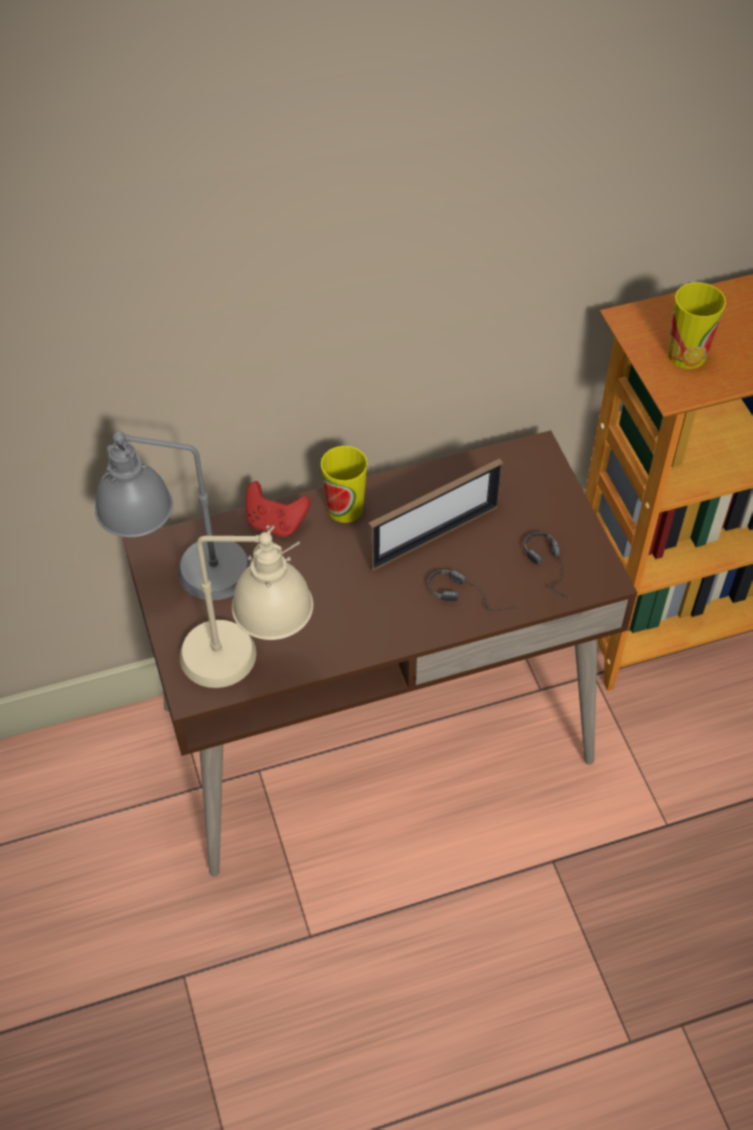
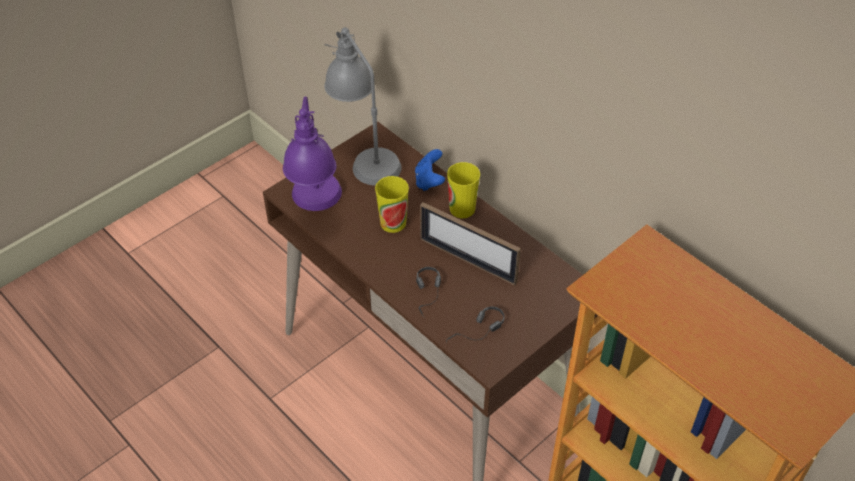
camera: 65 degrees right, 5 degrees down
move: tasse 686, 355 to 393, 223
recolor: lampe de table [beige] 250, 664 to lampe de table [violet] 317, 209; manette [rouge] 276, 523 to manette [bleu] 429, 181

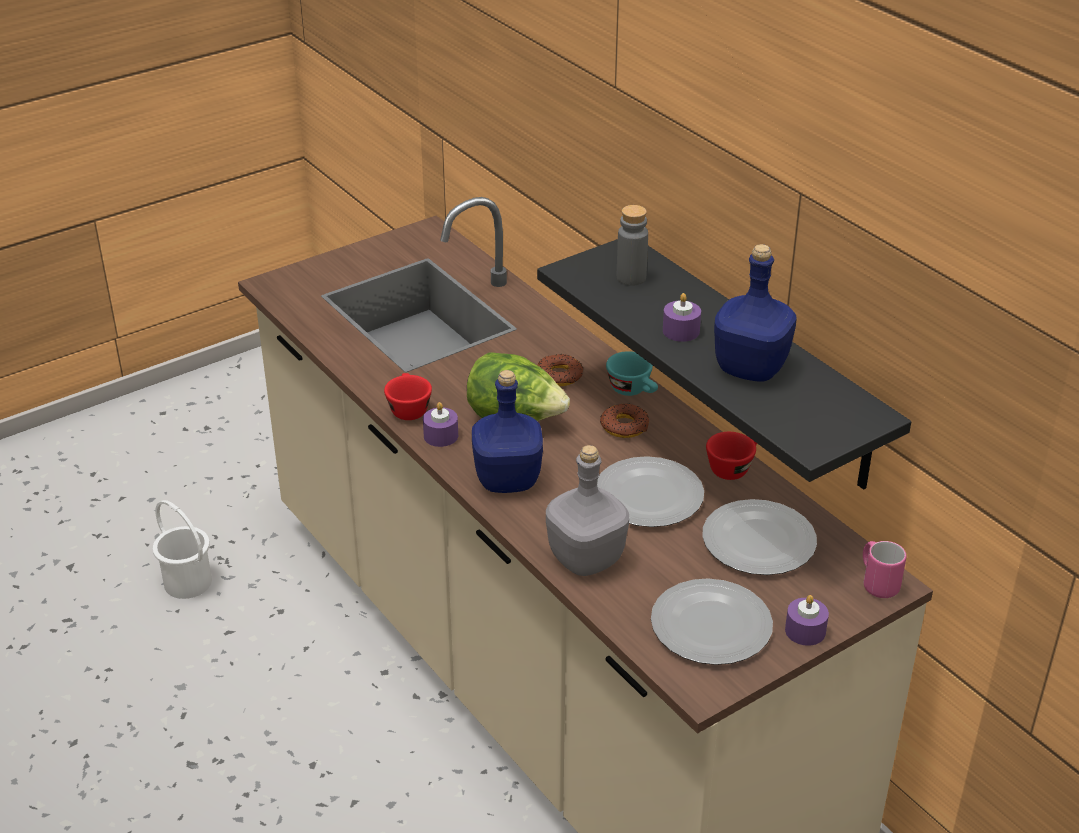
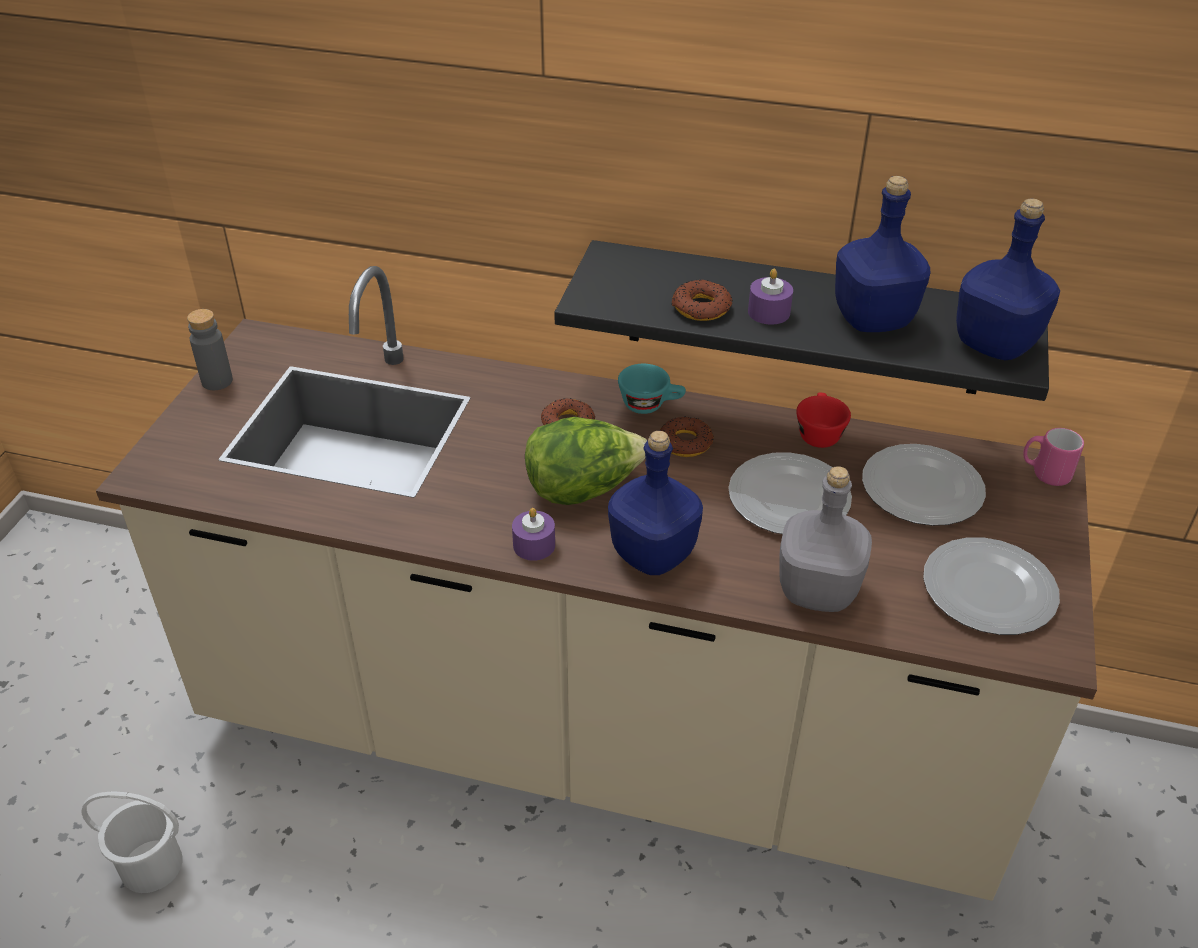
camera: 40 degrees left, 5 degrees up
delete: tasse [rouge] 408, 408; bougie [violet] 805, 631
insert: beignet 701, 307; bouteille [bleu] 996, 344
move: bouteille [gris] 631, 278 to 217, 381

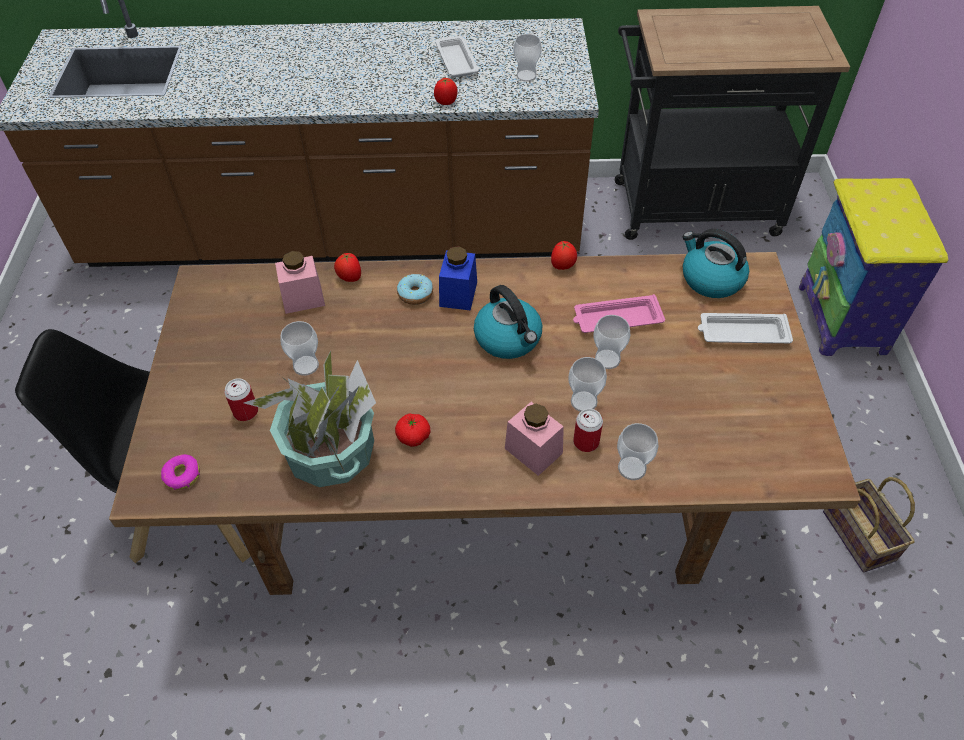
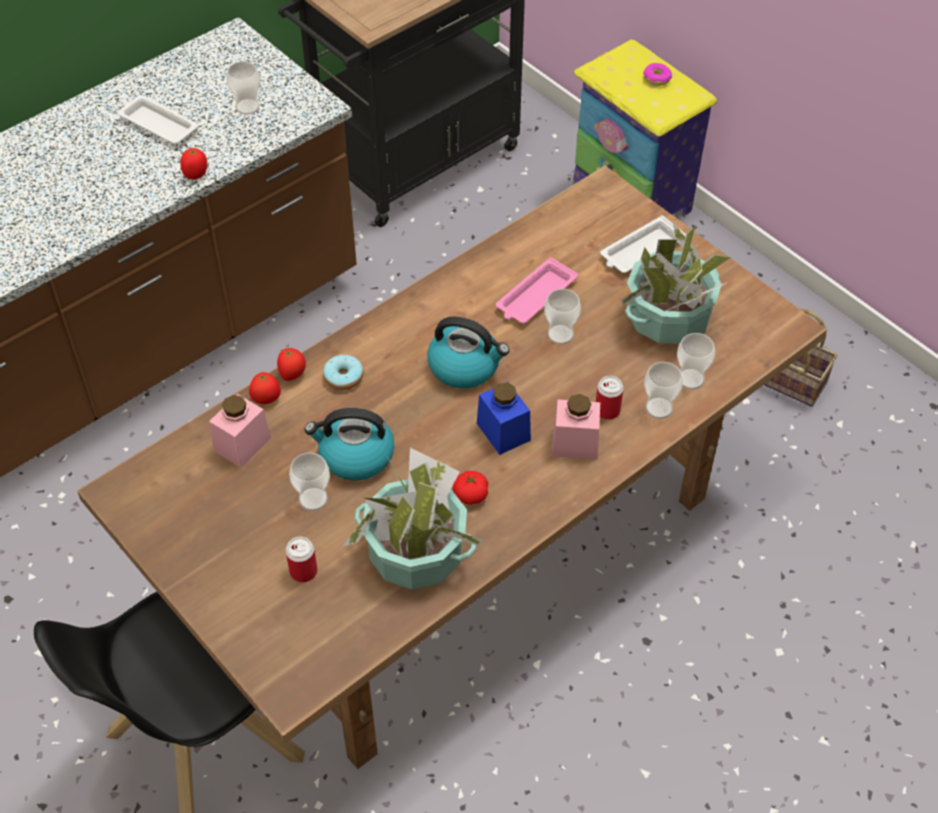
camera: 40 degrees left, 0 degrees up
insert: plante en pot 668, 318
move: tomate 563, 266 to 293, 375; bouilloire 710, 279 to 355, 456; bocal [bleu] 458, 294 to 503, 431; beignet 182, 476 to 657, 78; tasse 584, 401 to 691, 379

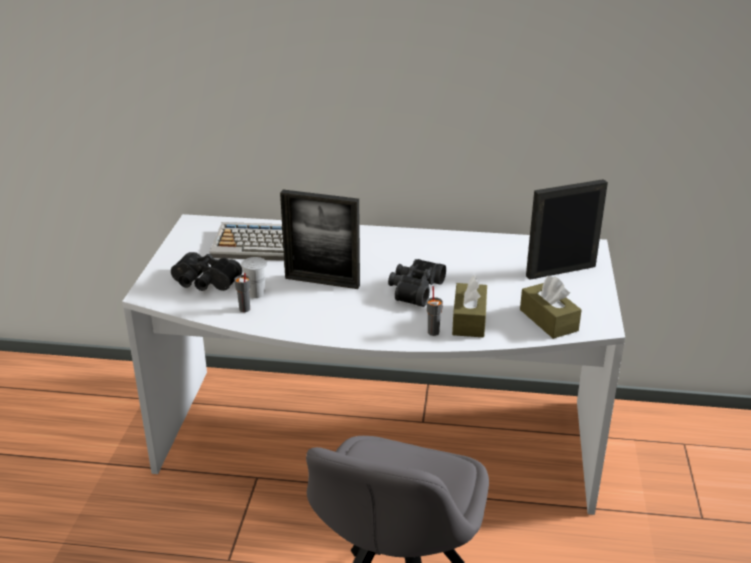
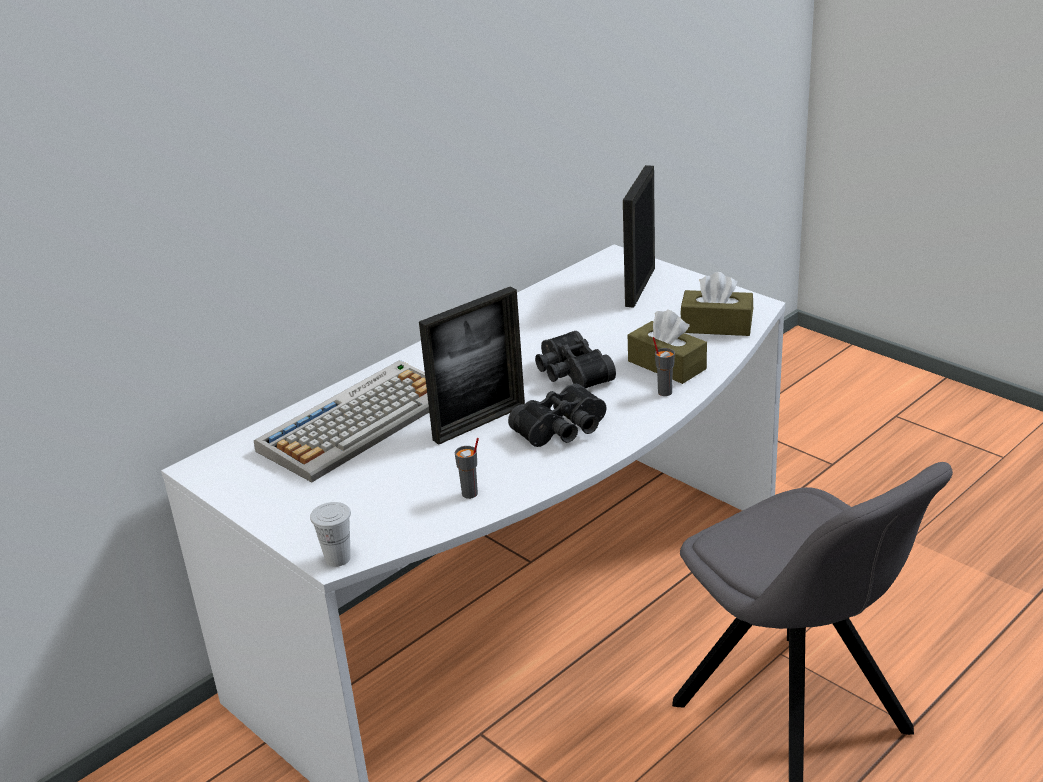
camera: 50 degrees left, 0 degrees up
move: tasse [blanc] 256, 294 to 338, 558; jumelles [noir] 204, 283 to 563, 430

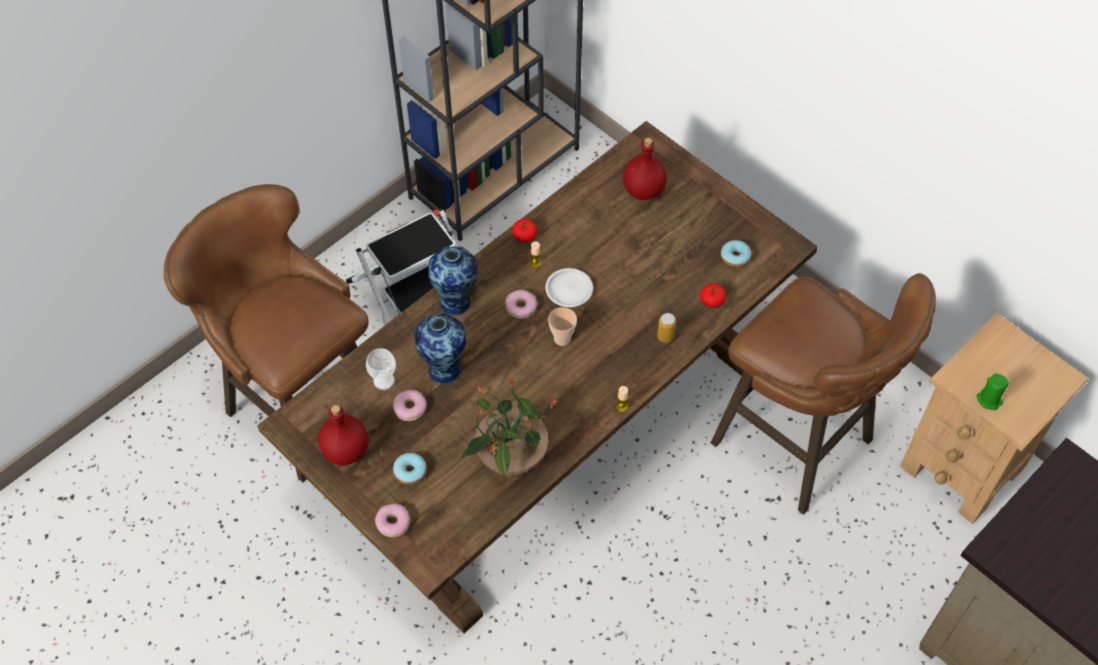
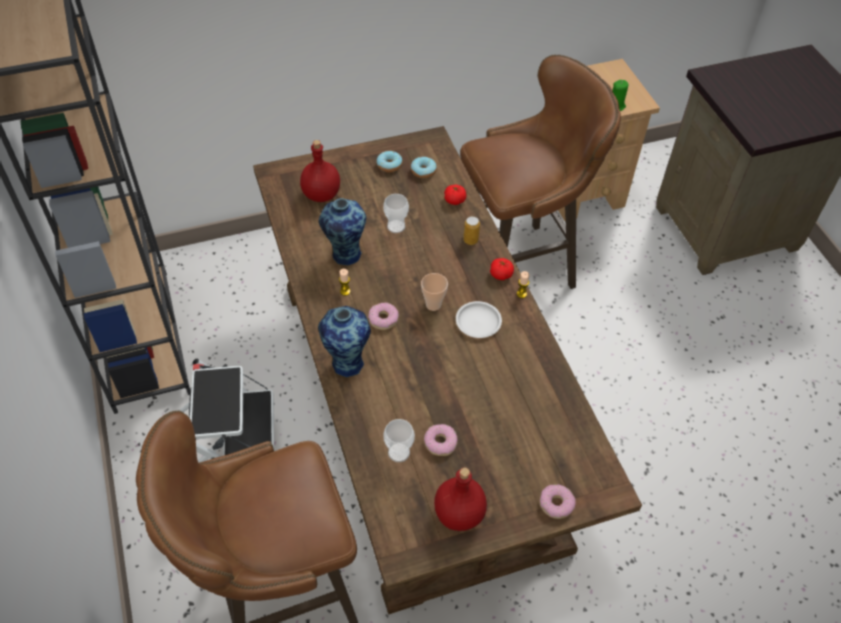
camera: 65 degrees left, 5 degrees down
delete: plante en pot 510, 459
insert: tasse 396, 226
move: vase 443, 368 to 345, 254; beignet 410, 471 to 389, 165; assiette [blanc] 568, 290 to 478, 322; tomate 524, 236 to 501, 274

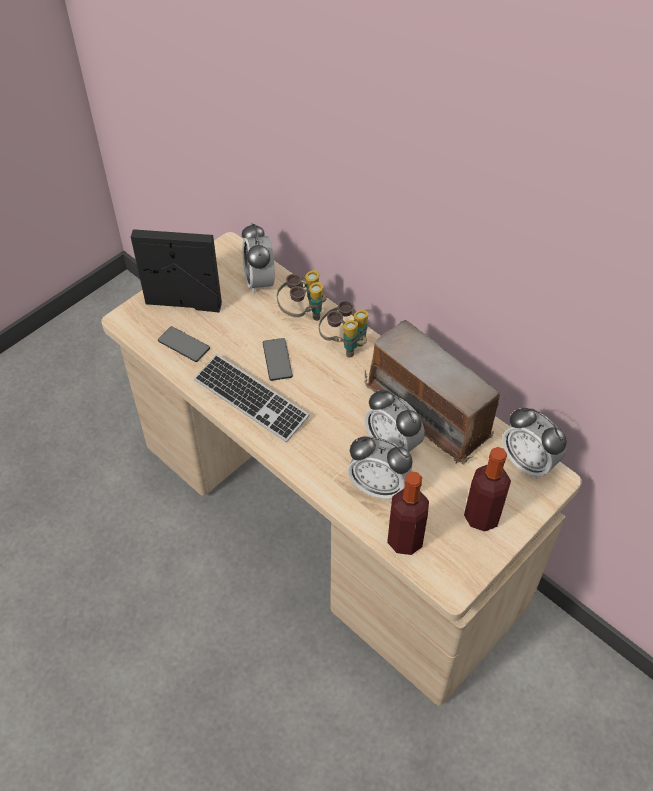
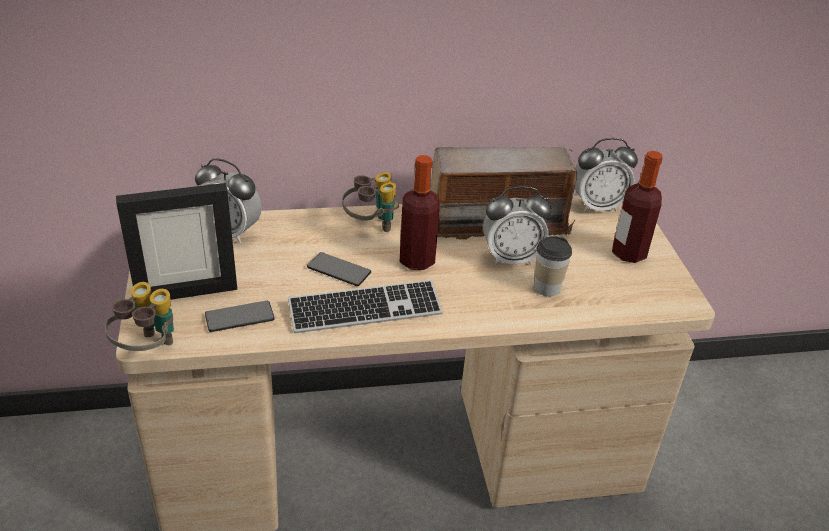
camera: 55 degrees left, 15 degrees down
move: jumelles 302, 314 to 148, 349; bouteille 405, 540 to 417, 260
replace: réveil 378, 486 to tasse 547, 288
rotate: cadre photo 183, 304 = 187, 291 150 degrees counterclockwise

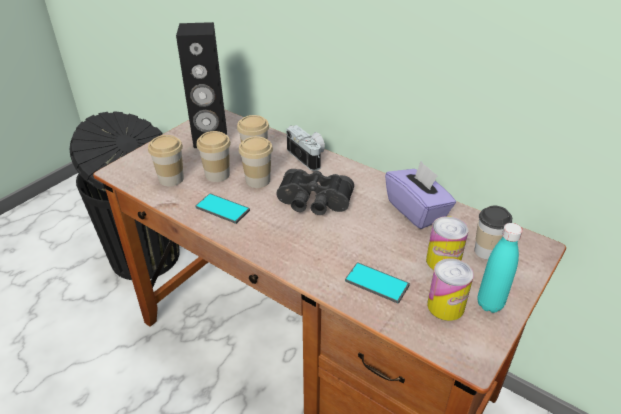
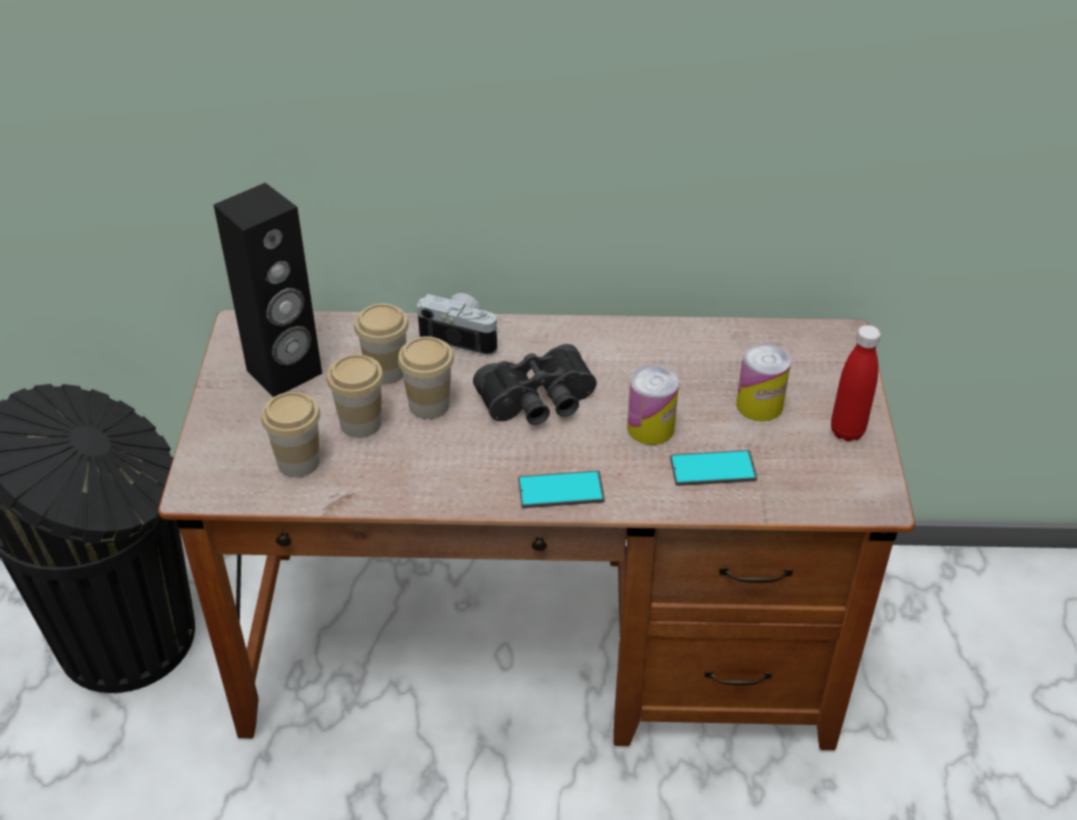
camera: 35 degrees left, 5 degrees up
delete: boîte à mouchoirs [violet] 417, 210; tasse 486, 251
move: téléphone 222, 209 to 561, 490; boîte métallique 445, 306 to 650, 428
recolor: bouteille [turquoise] 490, 304 to bouteille [rouge] 847, 431

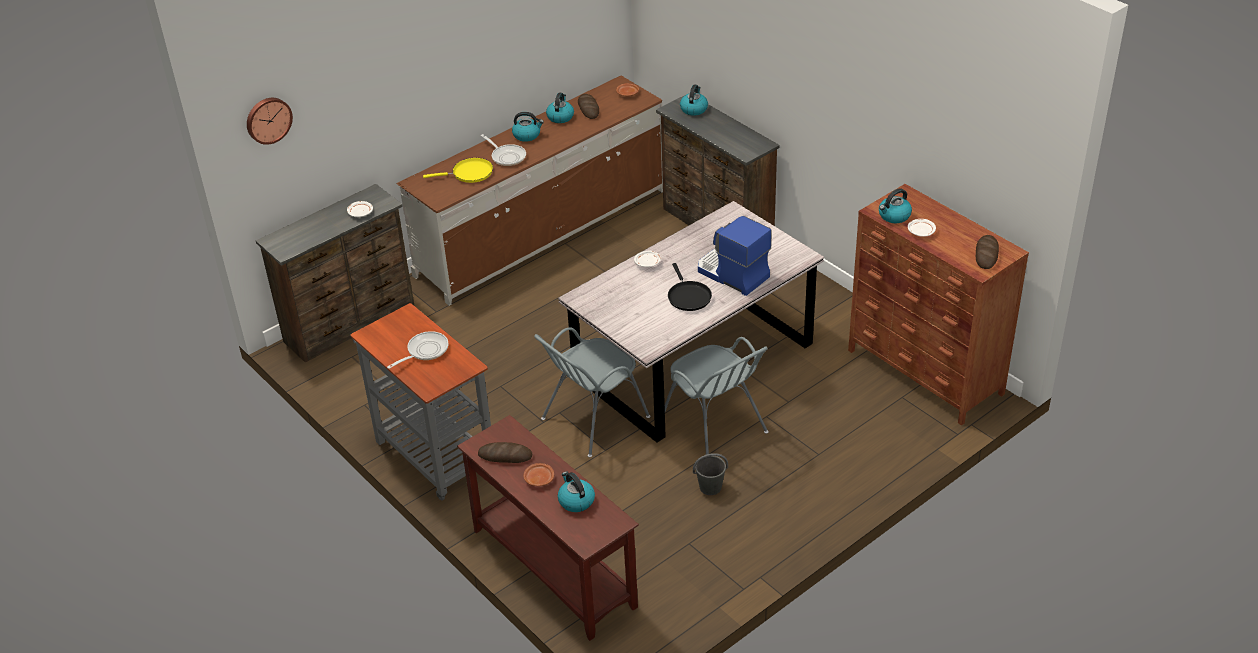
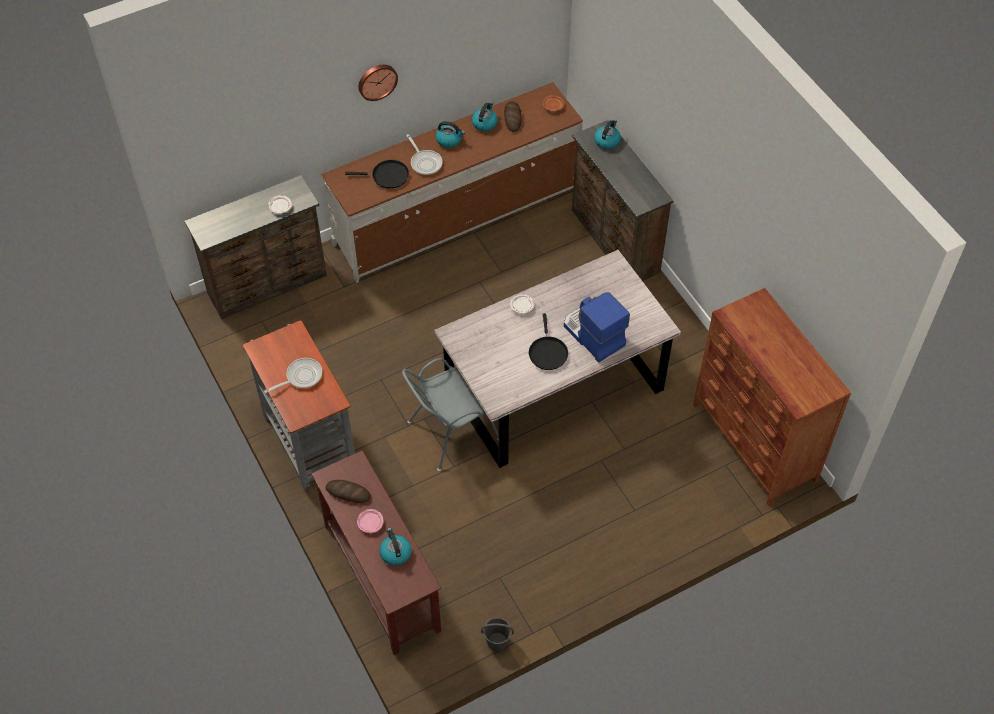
camera: 10 degrees right, 15 degrees up
delete: chaise [gris] 715, 428; bouilloire 894, 216; assiette [blanc] 921, 231; pain 986, 254
move: horloge murale 268, 119 to 377, 81; seau [gris] 710, 487 to 497, 641
recolor: poêle [jaune] 469, 173 to poêle [noir] 387, 176; assiette [marron] 539, 478 to assiette [rose] 370, 523

